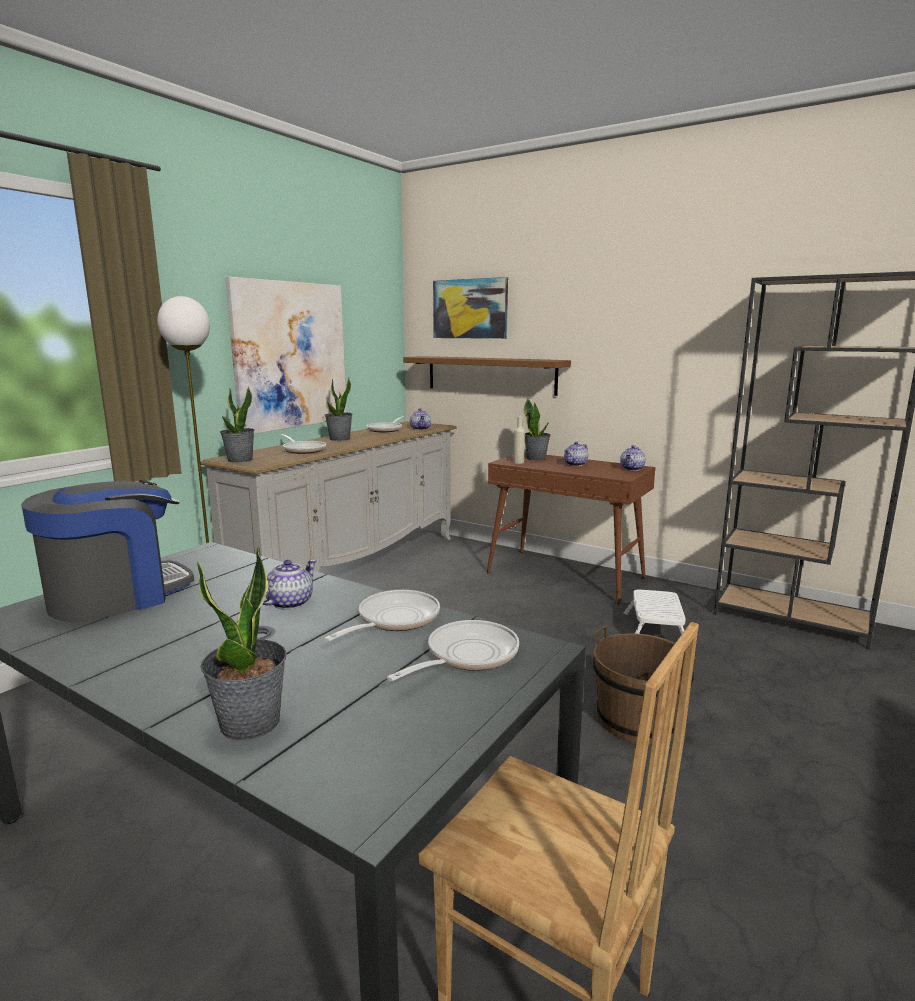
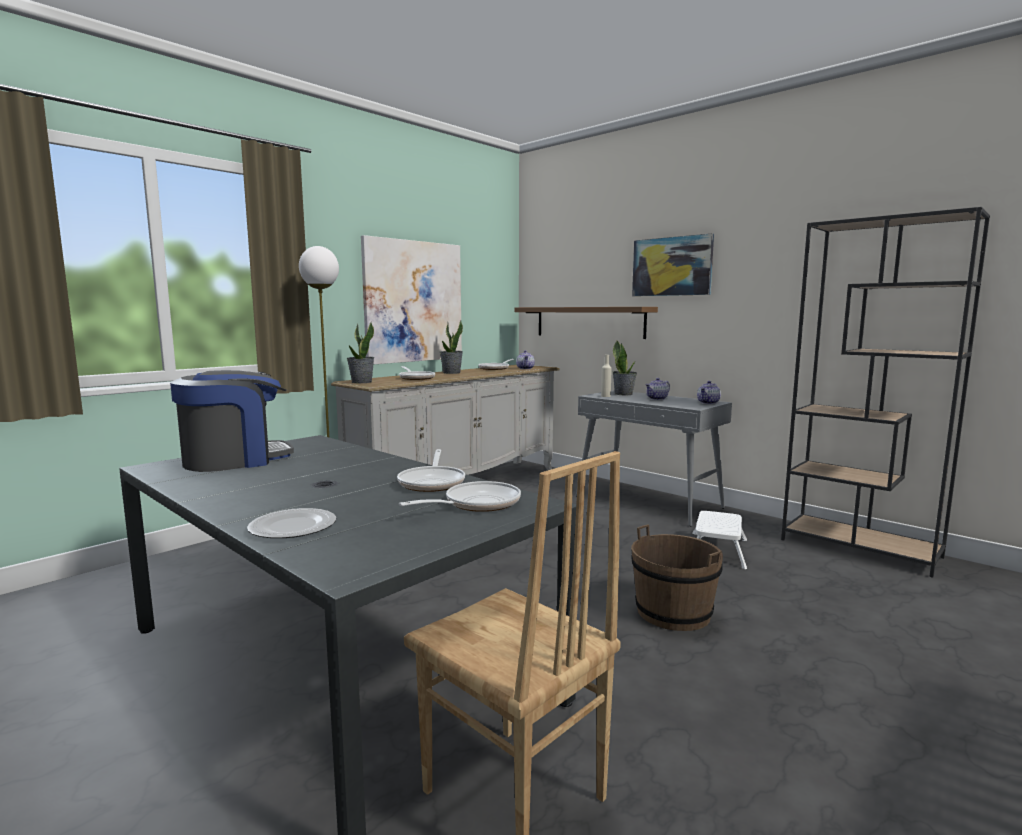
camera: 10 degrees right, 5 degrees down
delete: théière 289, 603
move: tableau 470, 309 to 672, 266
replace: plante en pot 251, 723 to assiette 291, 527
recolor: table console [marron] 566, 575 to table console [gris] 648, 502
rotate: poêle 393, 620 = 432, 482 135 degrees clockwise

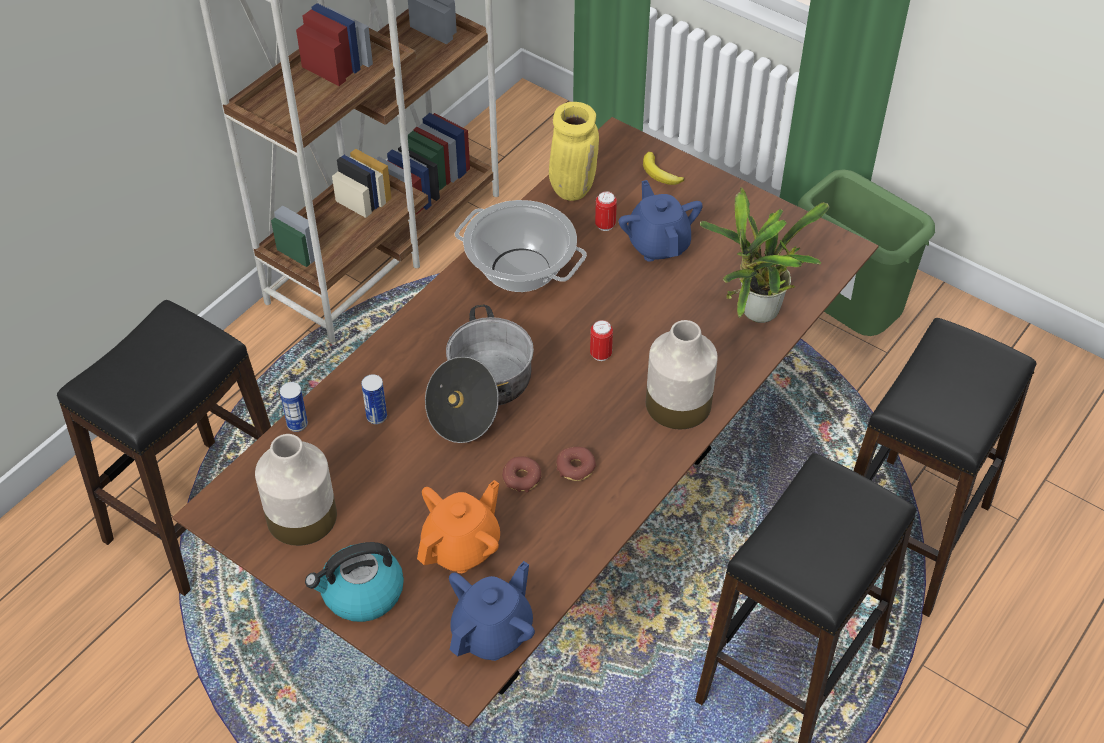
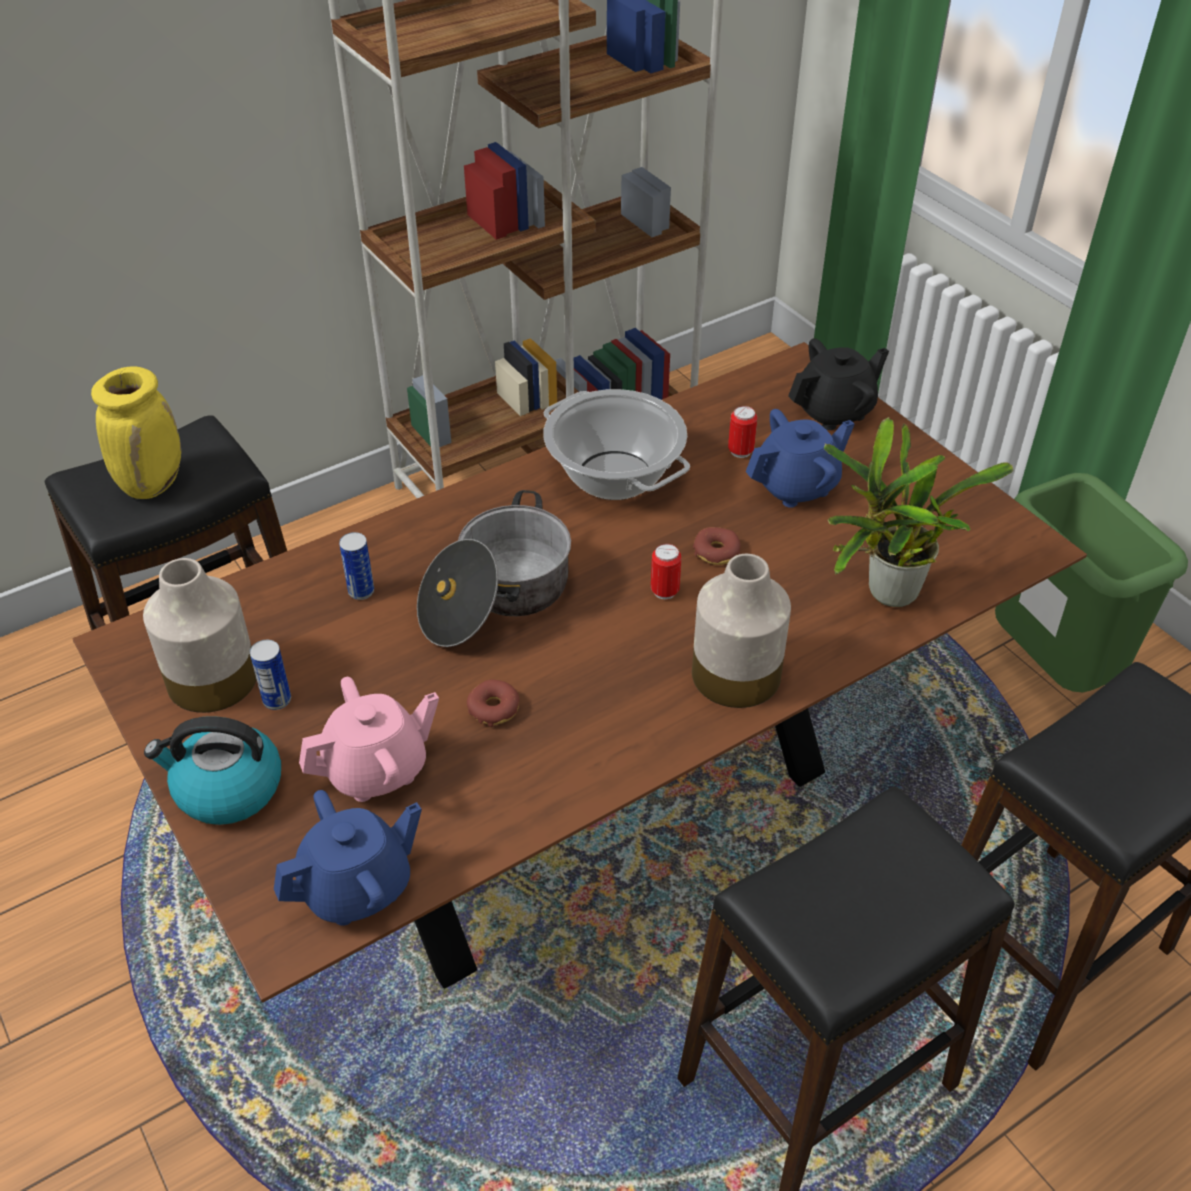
camera: 20 degrees right, 5 degrees down
move: vase [jaune] 572, 187 to 152, 483; boîte métallique 297, 424 to 277, 700; beignet 576, 467 to 716, 552
replace: banane 660, 173 to théière [noir] 834, 411
recolor: théière [orange] 462, 547 to théière [rose] 377, 769
rotate: théière [bleu] 658, 244 = 796, 486 60 degrees clockwise

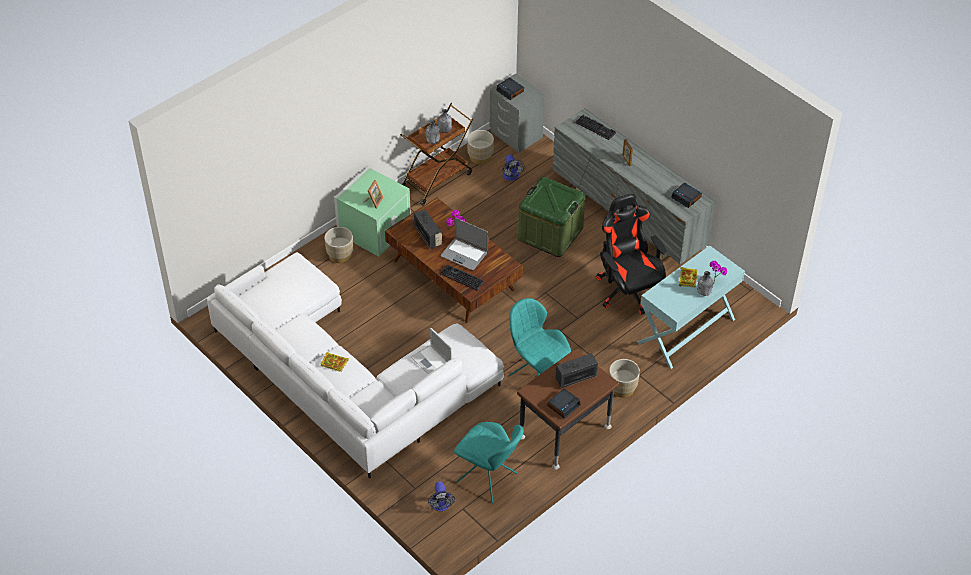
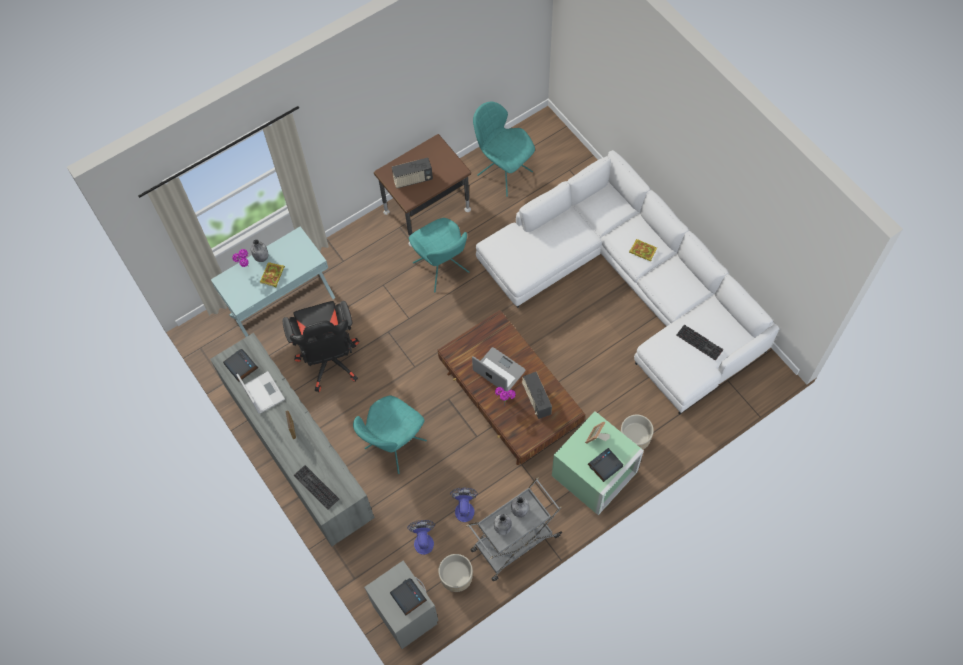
camera: 170 degrees left, 15 degrees up
delete: cache-pot [beige] 622, 388
move: ordinateur portable 432, 361 to 263, 392; ventilateur 441, 506 to 464, 508; réveil 563, 405 to 605, 466; clavier 460, 278 to 700, 342
replace: boîte de rangement [vert] 550, 233 to chaise [turquoise] 394, 446
recolor: chariot [marron] 437, 181 to chariot [gris] 514, 543

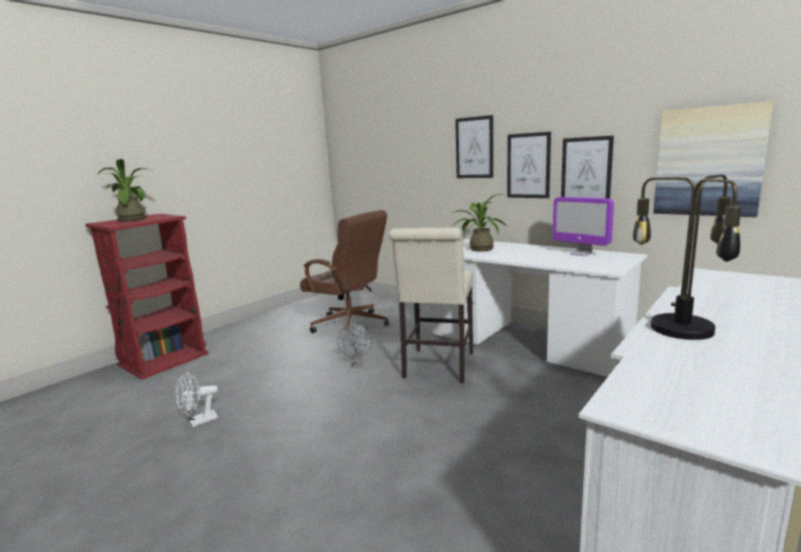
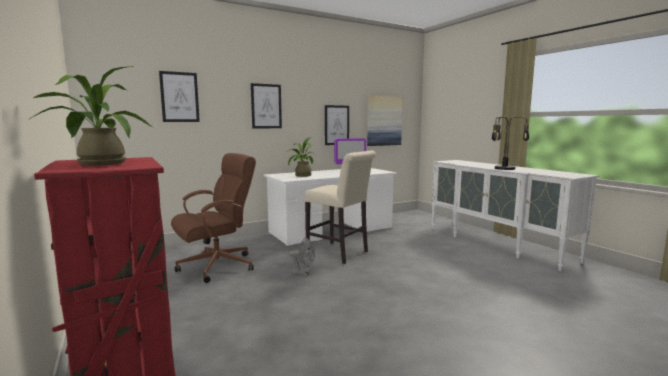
camera: 70 degrees left, 5 degrees down
delete: ventilateur [blanc] 199, 422
move: tableau 528, 166 to 179, 97

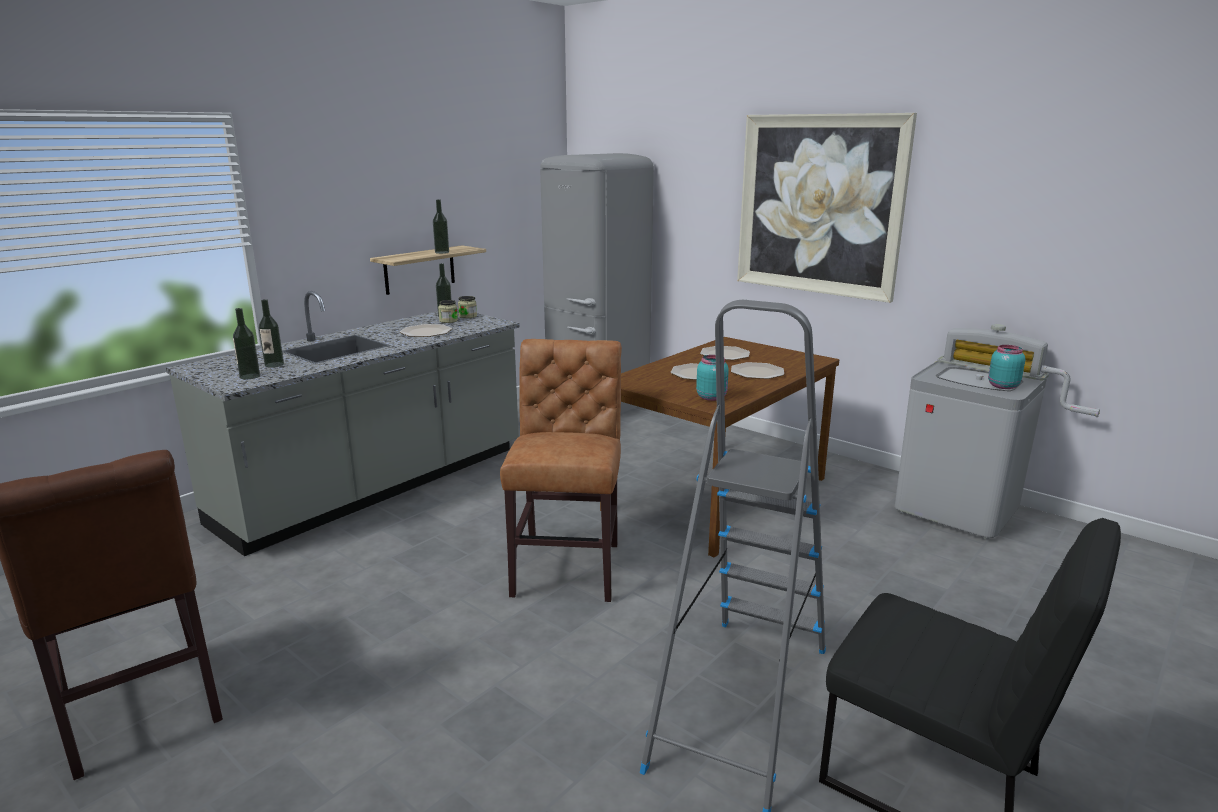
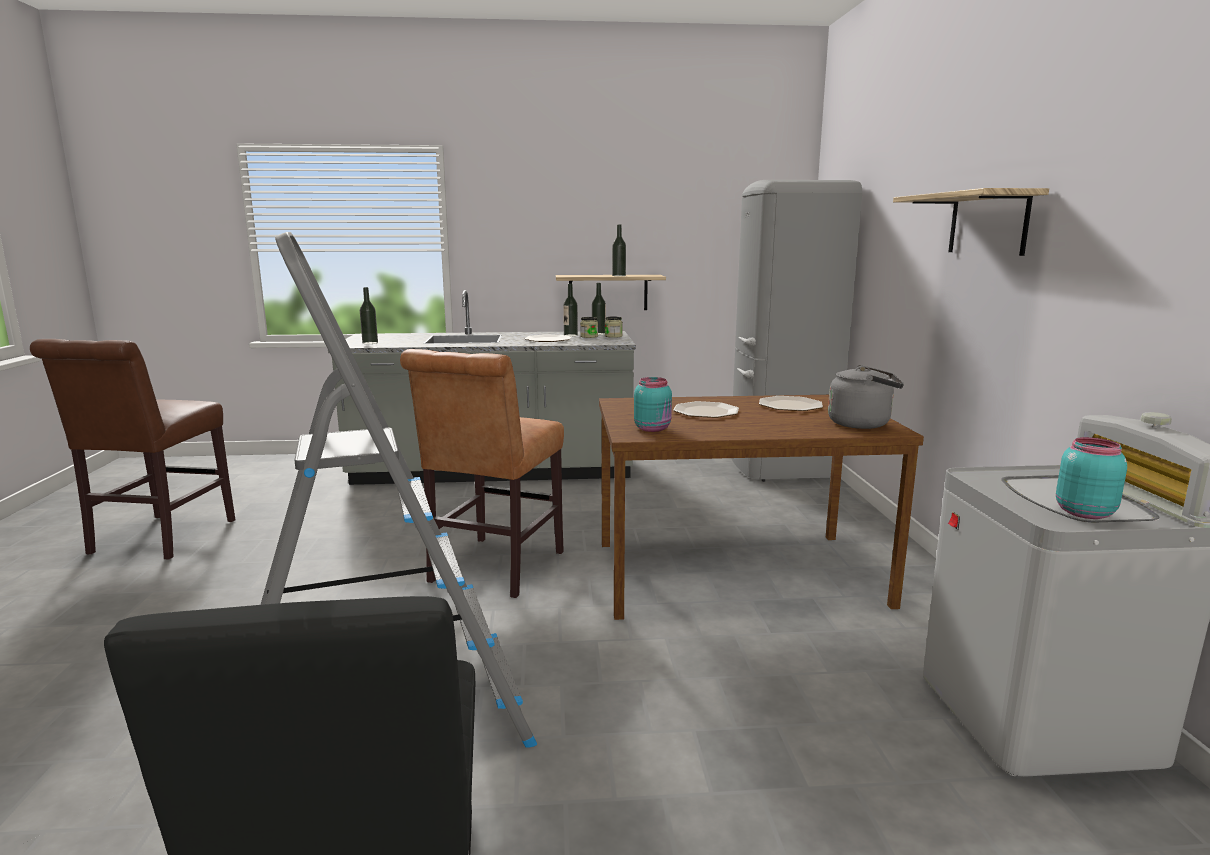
camera: 45 degrees right, 5 degrees down
delete: assiette 756, 372
insert: bouilloire [gris] 862, 424
move: bouteille 274, 365 to 570, 335
replace: tableau 819, 205 to étagère 987, 223
rotate: chaise [marron] 568, 565 = 493, 570 150 degrees clockwise

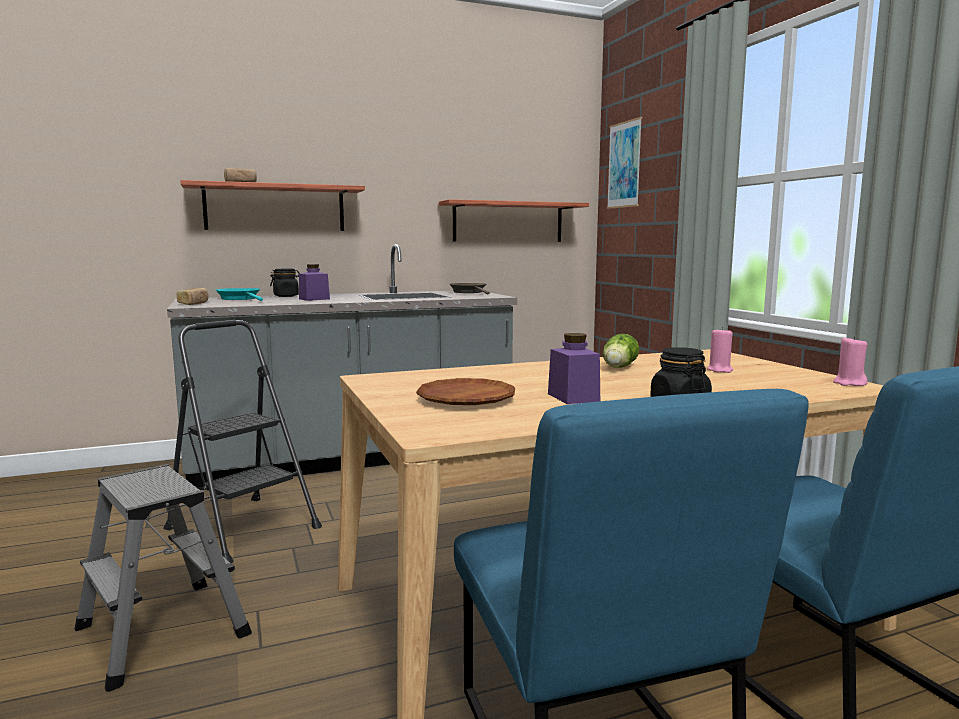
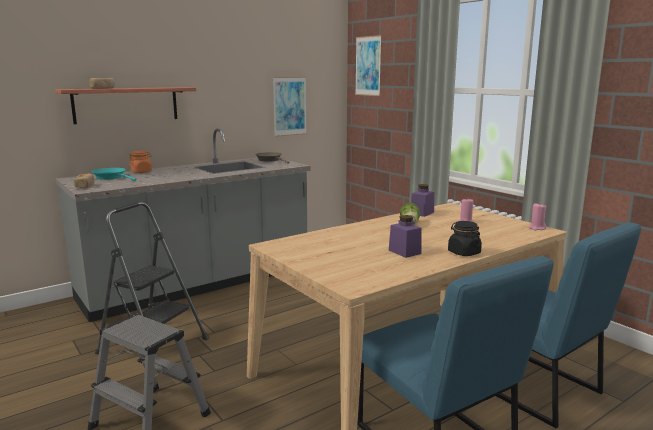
camera: 15 degrees left, 5 degrees up
delete: assiette [marron] 466, 399
move: bocal [violet] 314, 299 to 422, 213
replace: étagère 508, 222 to tableau 289, 106
recolor: bocal [noir] 286, 296 to bocal [orange] 141, 171

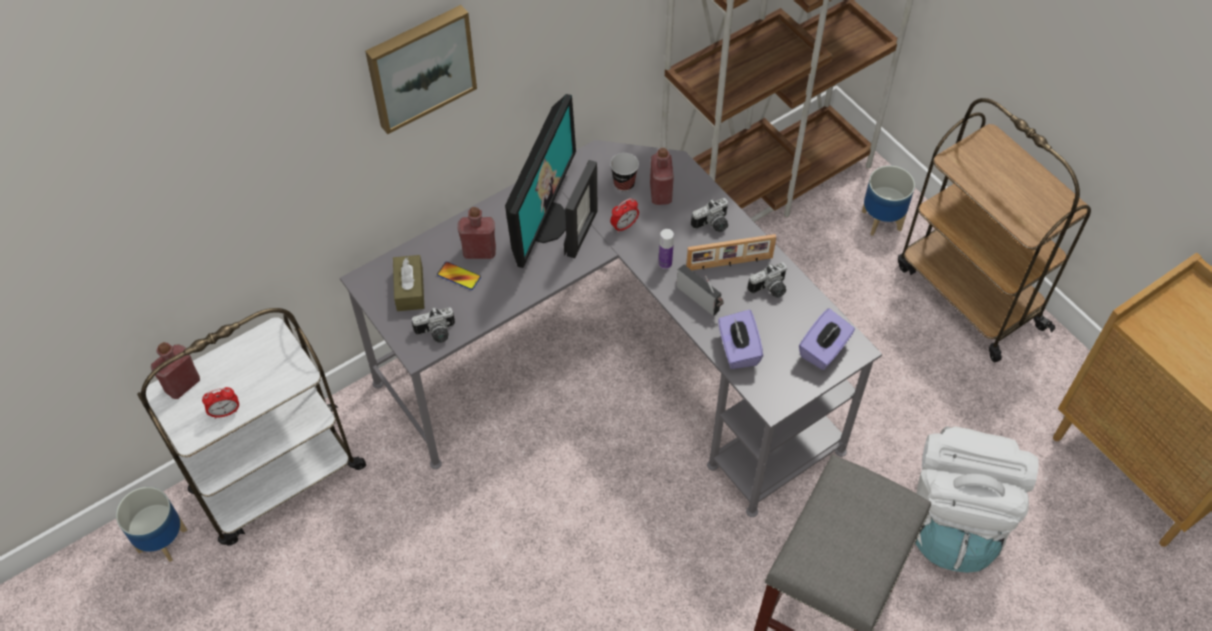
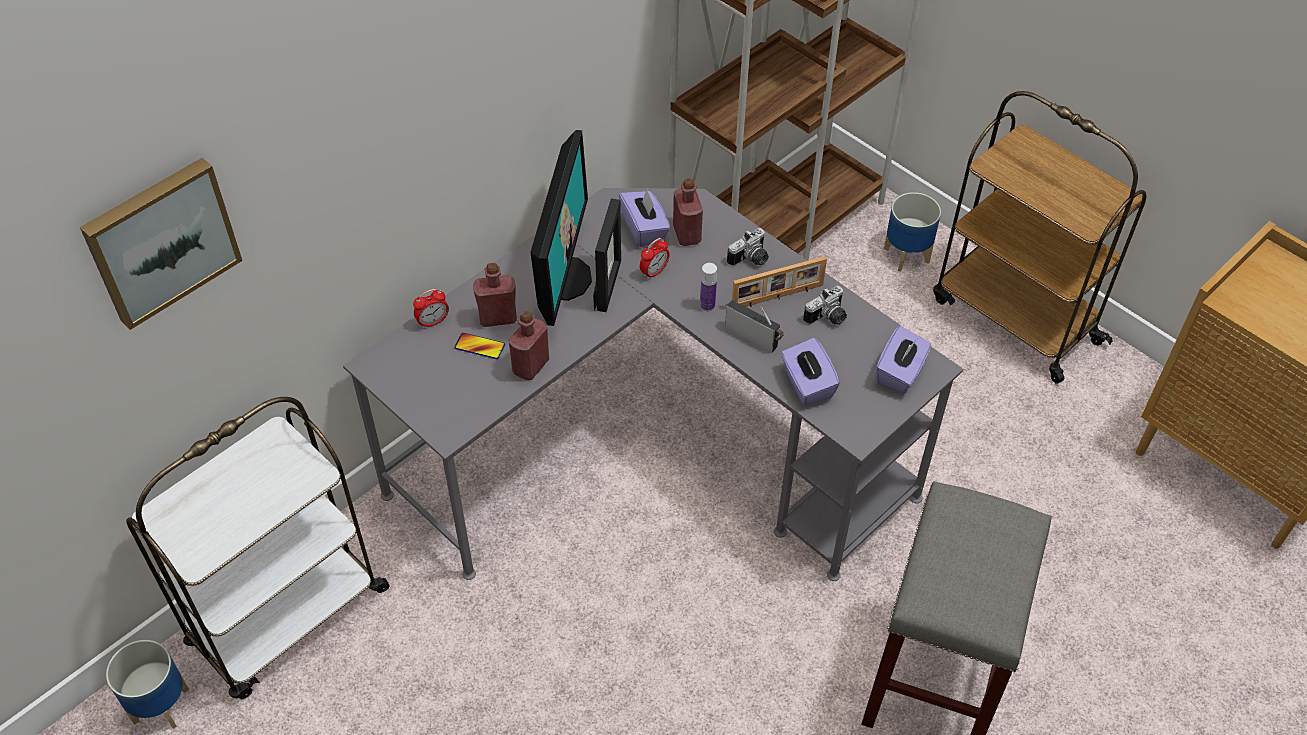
camera: 10 degrees left, 5 degrees down
delete: boîte à mouchoirs [marron] 409, 289; appareil photo 436, 333; sac à dos [blanc] 954, 520
move: tableau 420, 66 to 160, 240; réveil 225, 412 to 433, 322; bouteille [rouge] 182, 384 to 531, 366
replace: tasse 624, 184 to boîte à mouchoirs [violet] 644, 229

